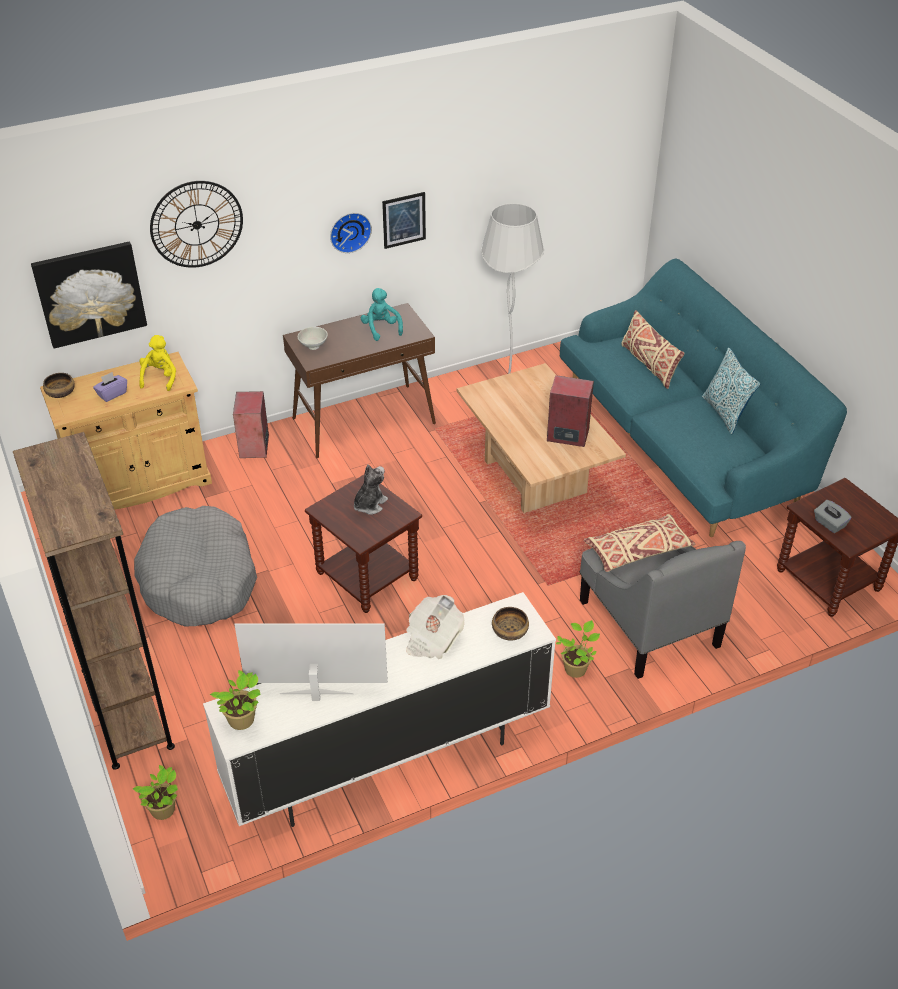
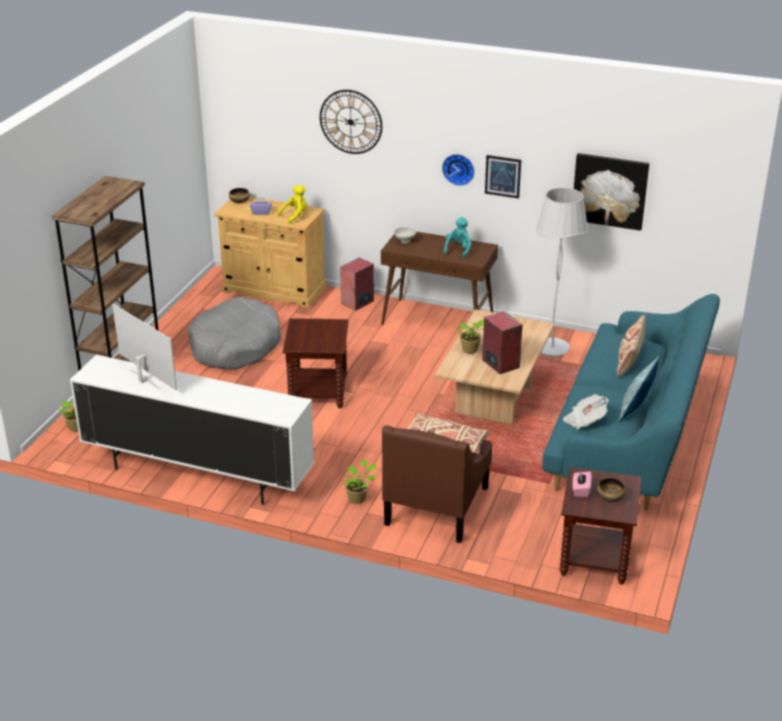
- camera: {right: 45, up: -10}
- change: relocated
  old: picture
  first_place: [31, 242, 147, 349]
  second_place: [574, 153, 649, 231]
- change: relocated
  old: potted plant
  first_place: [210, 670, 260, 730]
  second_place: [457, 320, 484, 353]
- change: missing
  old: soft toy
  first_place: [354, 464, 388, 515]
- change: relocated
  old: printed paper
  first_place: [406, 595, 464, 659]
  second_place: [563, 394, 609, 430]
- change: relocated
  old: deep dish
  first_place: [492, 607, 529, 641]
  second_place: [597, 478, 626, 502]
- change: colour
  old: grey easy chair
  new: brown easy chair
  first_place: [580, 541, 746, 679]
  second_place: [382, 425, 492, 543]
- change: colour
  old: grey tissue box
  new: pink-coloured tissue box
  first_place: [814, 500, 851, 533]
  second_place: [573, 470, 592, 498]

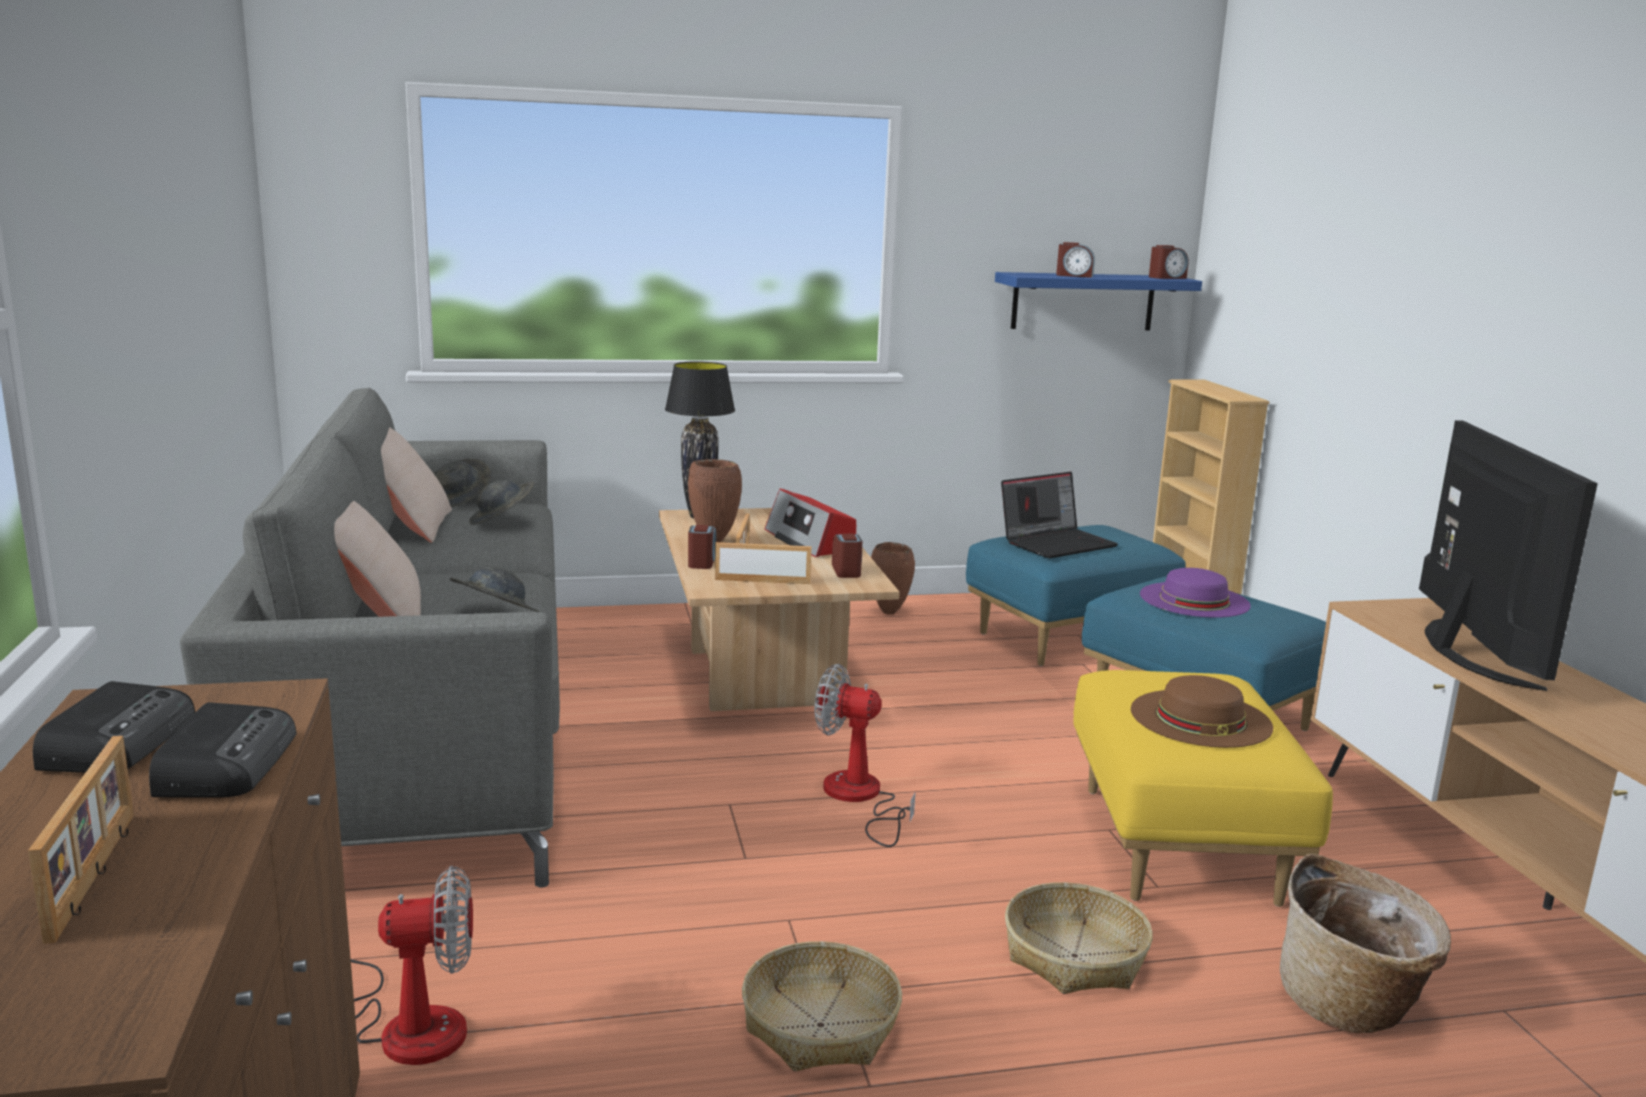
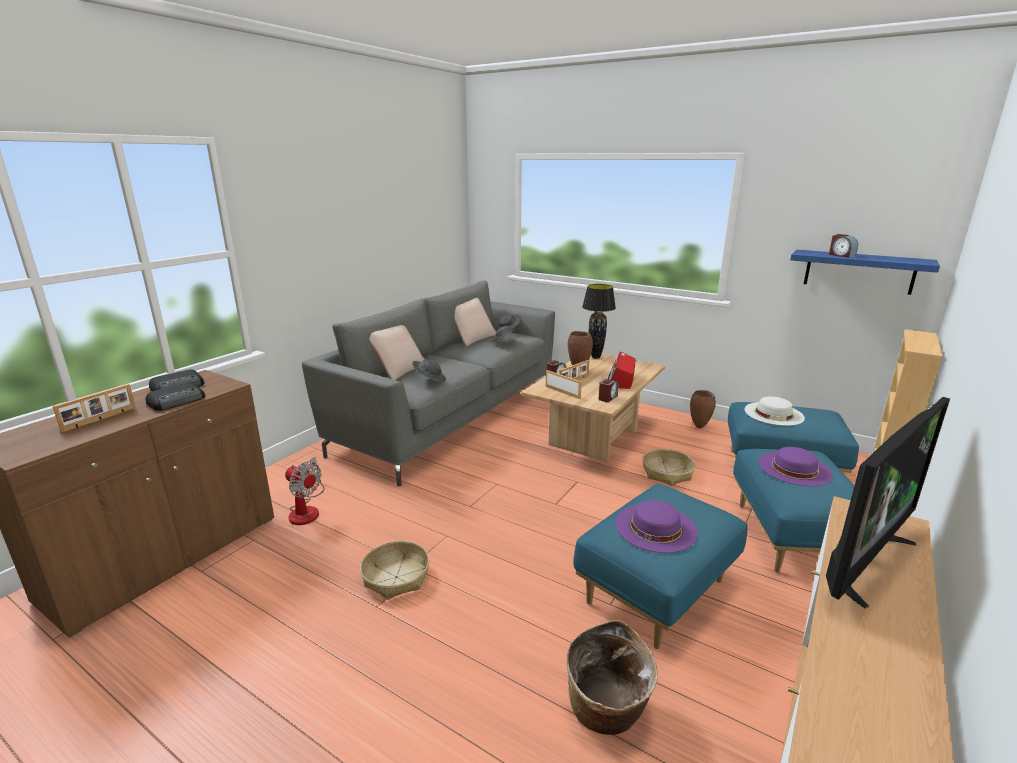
- camera: {right: 45, up: 5}
- change: missing
  old: cooling fan
  first_place: [815, 664, 916, 847]
- change: exchanged
  old: portable computer
  new: whitish clothing hat
  first_place: [1001, 472, 1118, 558]
  second_place: [744, 397, 805, 426]
- change: relocated
  old: storage basket
  first_place: [1005, 882, 1153, 994]
  second_place: [642, 449, 695, 486]
- change: colour
  old: yellowish ottoman
  new: blue-coloured ottoman
  first_place: [1073, 670, 1333, 907]
  second_place: [573, 484, 747, 649]
- change: colour
  old: brown clothing hat
  new: purple-coloured clothing hat
  first_place: [1131, 675, 1273, 748]
  second_place: [616, 500, 698, 553]
- change: missing
  old: alarm clock
  first_place: [1149, 245, 1188, 279]

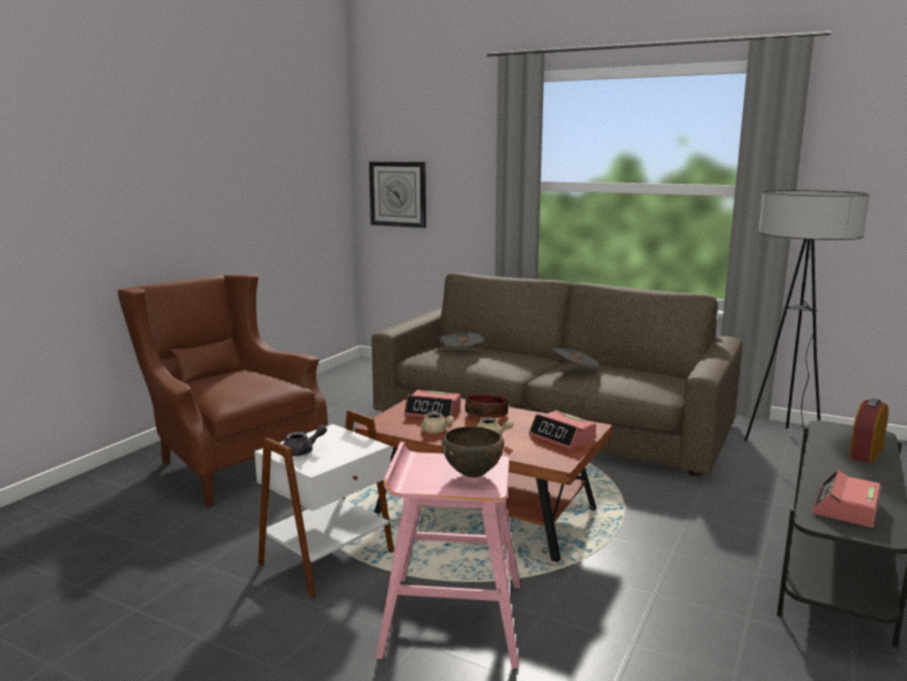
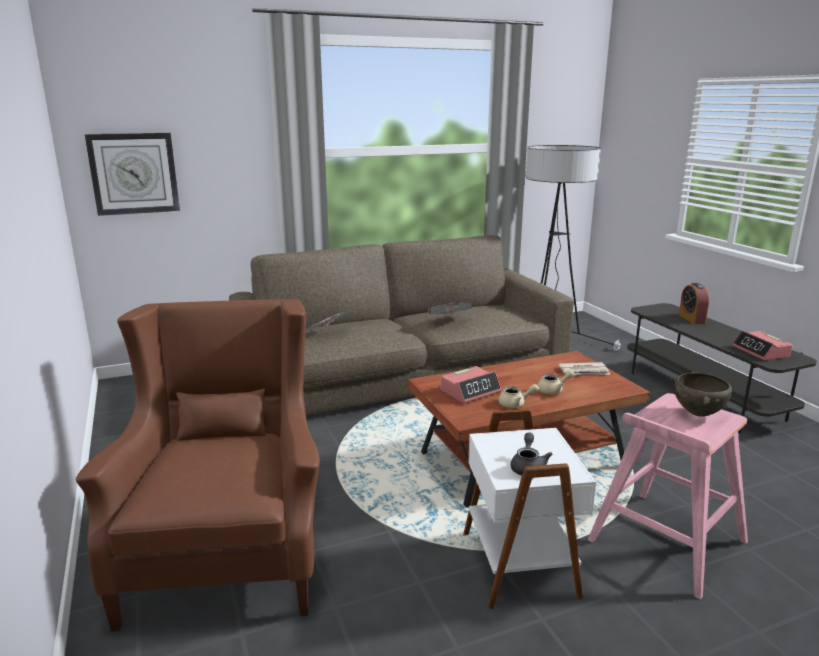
- camera: {right: -50, up: 5}
- change: spun
  old: brown easy chair
  first_place: [118, 274, 328, 507]
  second_place: [76, 299, 320, 632]
  degrees: 90
- change: missing
  old: deep dish
  first_place: [465, 395, 509, 418]
- change: exchanged
  old: alarm clock
  new: printed paper
  first_place: [529, 410, 596, 450]
  second_place: [558, 362, 610, 375]

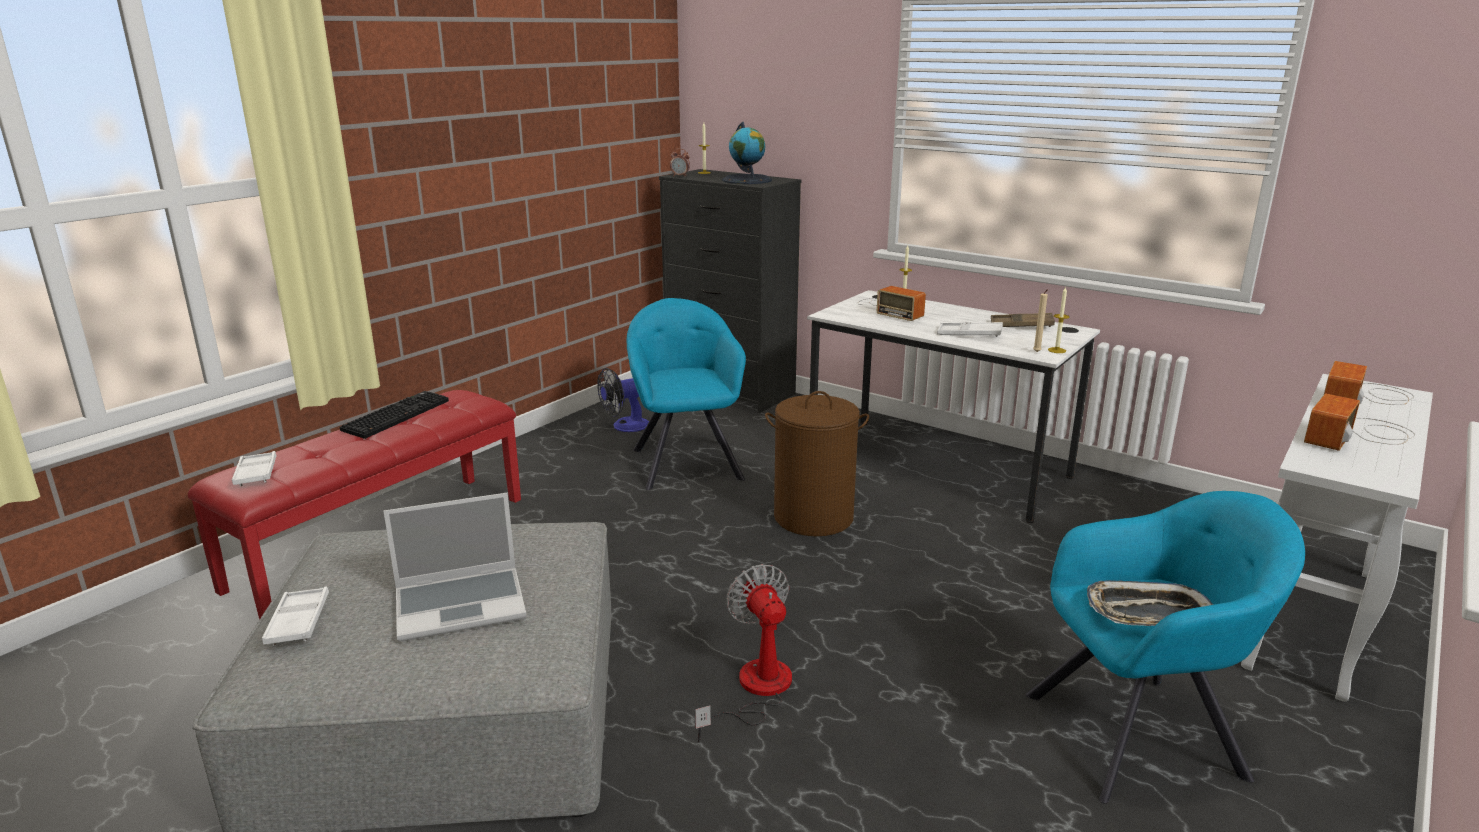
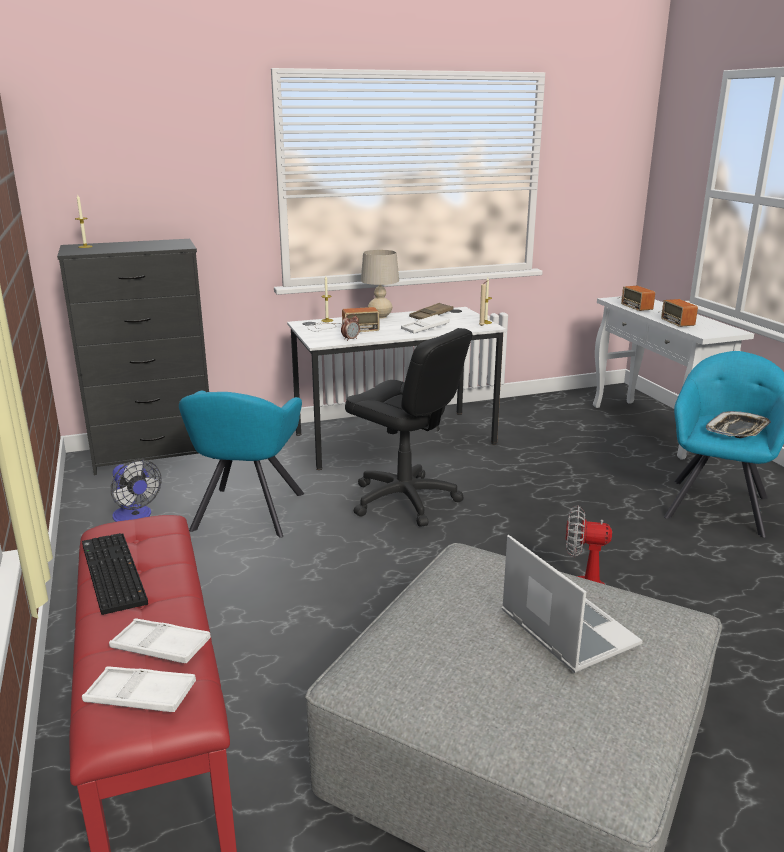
- camera: {right: -55, up: 0}
- change: relocated
  old: whitish carrying tray
  first_place: [262, 586, 329, 646]
  second_place: [109, 619, 211, 663]
- change: spun
  old: portable computer
  first_place: [384, 493, 526, 641]
  second_place: [502, 535, 643, 673]
  degrees: -45
- change: spun
  old: cooling fan
  first_place: [597, 368, 649, 432]
  second_place: [111, 459, 162, 522]
  degrees: -45
- change: spun
  old: turquoise-coloured easy chair
  first_place: [626, 298, 746, 490]
  second_place: [179, 391, 304, 538]
  degrees: -105
- change: relocated
  old: alarm clock
  first_place: [670, 149, 690, 177]
  second_place: [341, 313, 360, 341]
- change: missing
  old: desk globe
  first_place: [722, 122, 772, 184]
- change: exchanged
  old: brown hamper
  new: black office chair
  first_place: [765, 391, 869, 536]
  second_place: [345, 328, 472, 527]
- change: appeared
  new: beige tabletop lamp
  second_place: [361, 250, 399, 318]

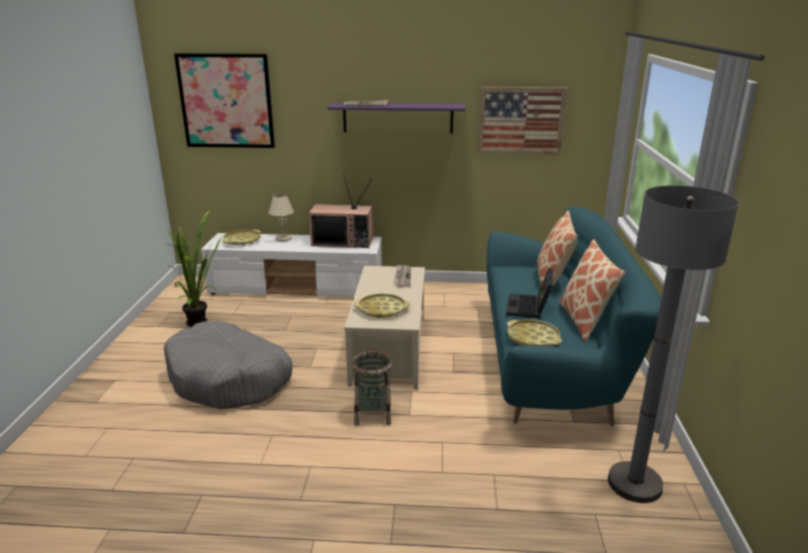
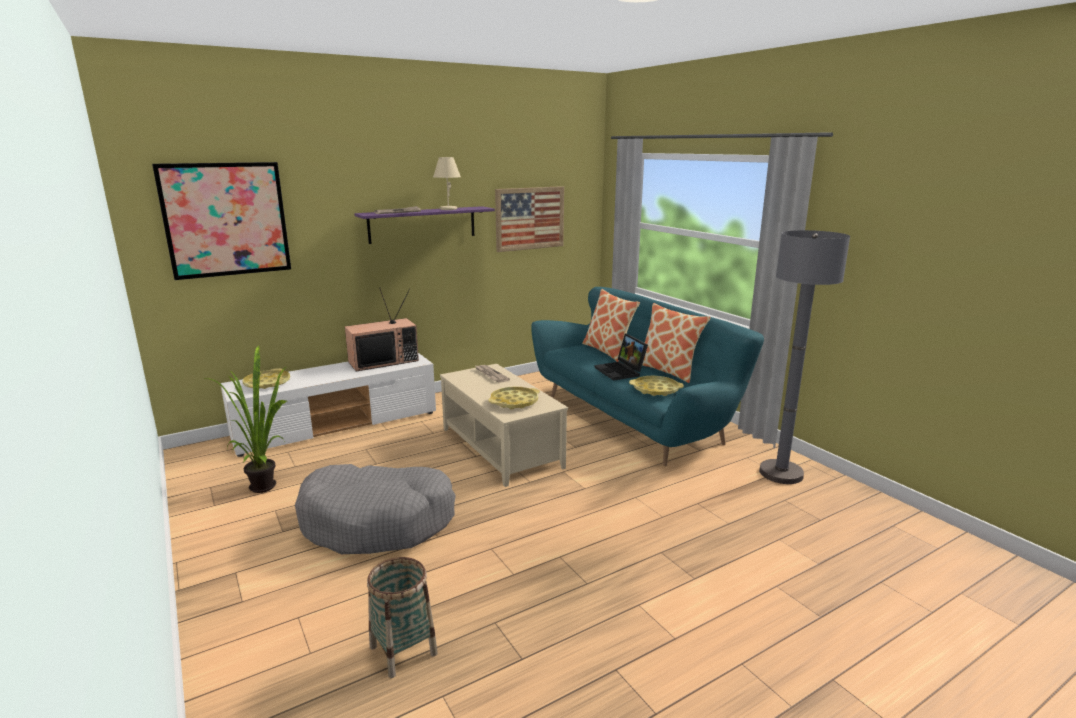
- camera: {right: -35, up: -5}
- change: relocated
  old: beige tabletop lamp
  first_place: [268, 193, 294, 241]
  second_place: [433, 157, 461, 210]
- change: relocated
  old: storage basket
  first_place: [351, 350, 392, 426]
  second_place: [367, 557, 438, 678]

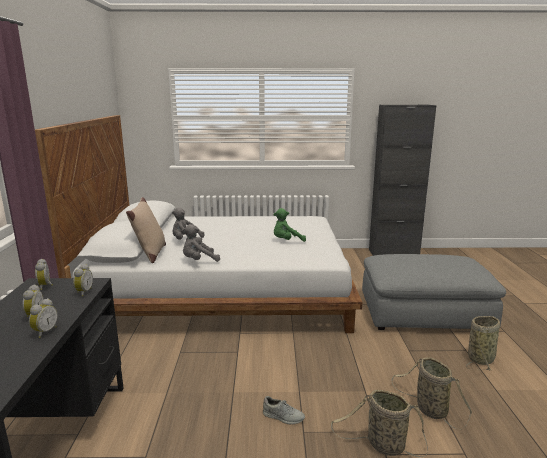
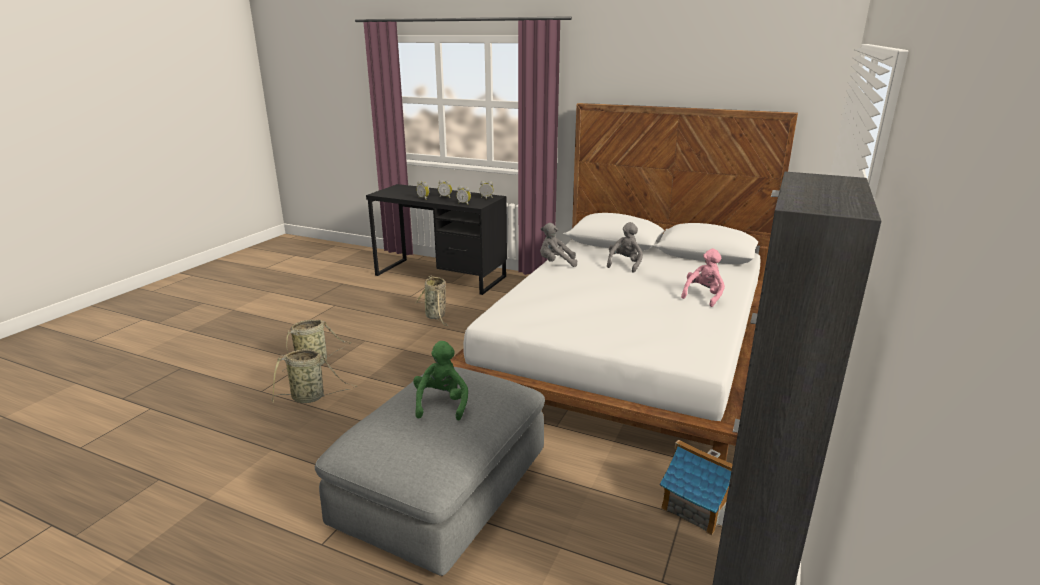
- camera: {right: 115, up: 5}
- change: missing
  old: beige cushion
  first_place: [126, 197, 166, 263]
- change: spun
  old: grey soft toy
  first_place: [182, 224, 220, 262]
  second_place: [540, 223, 577, 267]
  degrees: -90
- change: missing
  old: grey item of footwear
  first_place: [263, 396, 305, 425]
- change: relocated
  old: greenish soft toy
  first_place: [273, 208, 306, 242]
  second_place: [413, 341, 468, 420]
- change: relocated
  old: storage basket
  first_place: [466, 316, 500, 370]
  second_place: [416, 276, 448, 326]
- change: appeared
  new: model house
  second_place: [660, 440, 733, 535]
- change: appeared
  new: pink-coloured soft toy
  second_place: [681, 249, 725, 307]

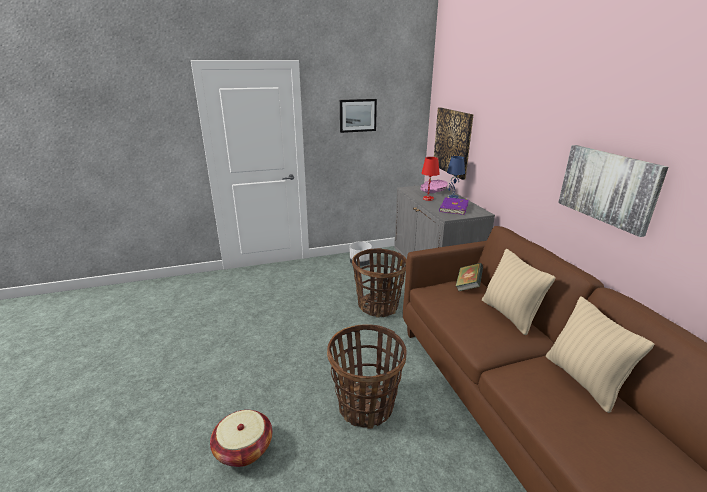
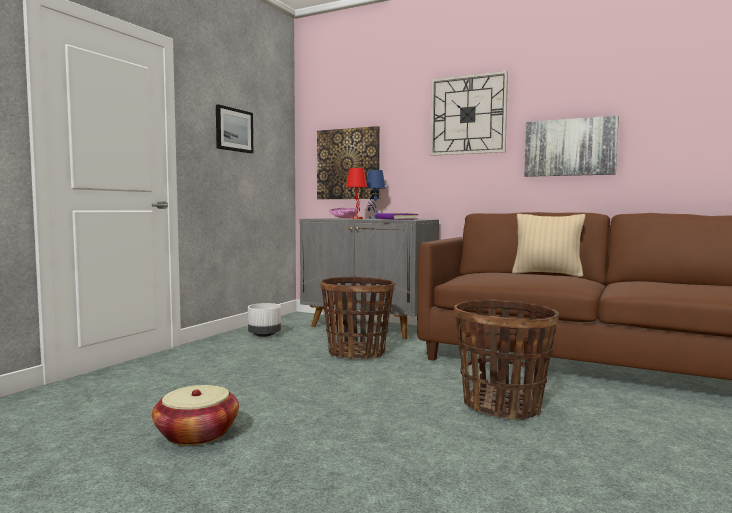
- camera: {right: -45, up: -20}
- change: relocated
  old: storage basket
  first_place: [210, 410, 272, 467]
  second_place: [152, 385, 239, 446]
- change: missing
  old: book
  first_place: [455, 263, 483, 292]
- change: missing
  old: beige cushion
  first_place: [545, 296, 654, 413]
- change: appeared
  new: wall clock
  second_place: [430, 71, 508, 156]

